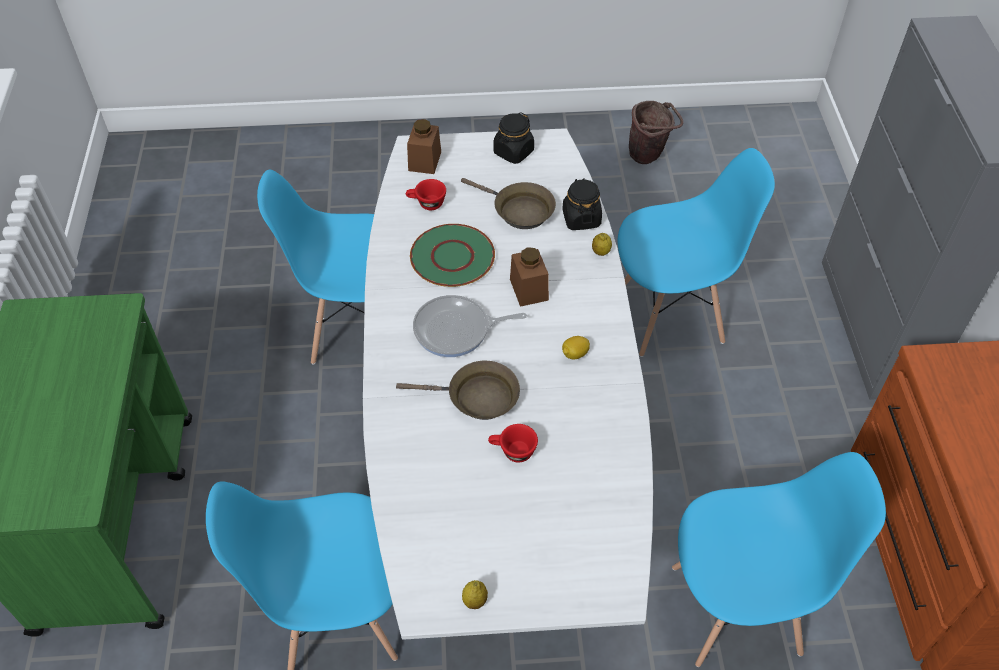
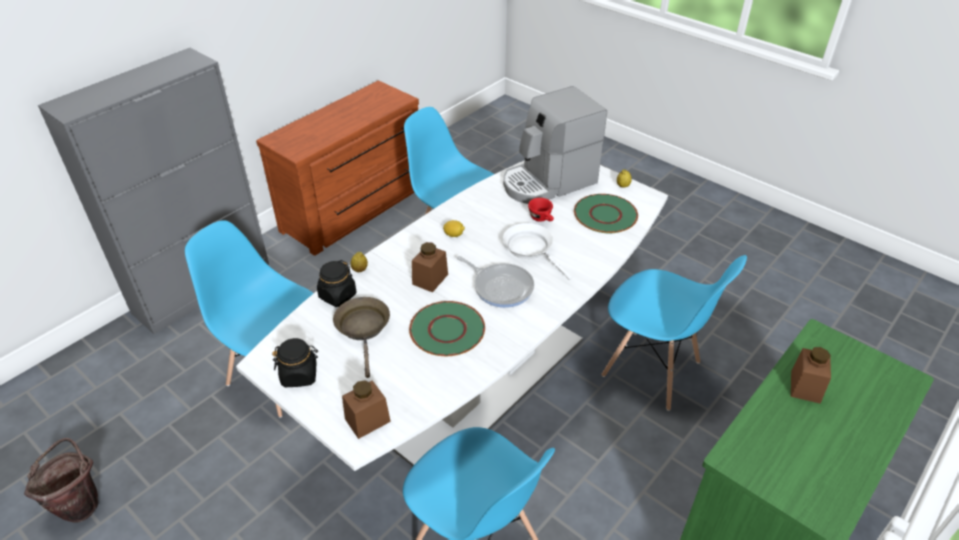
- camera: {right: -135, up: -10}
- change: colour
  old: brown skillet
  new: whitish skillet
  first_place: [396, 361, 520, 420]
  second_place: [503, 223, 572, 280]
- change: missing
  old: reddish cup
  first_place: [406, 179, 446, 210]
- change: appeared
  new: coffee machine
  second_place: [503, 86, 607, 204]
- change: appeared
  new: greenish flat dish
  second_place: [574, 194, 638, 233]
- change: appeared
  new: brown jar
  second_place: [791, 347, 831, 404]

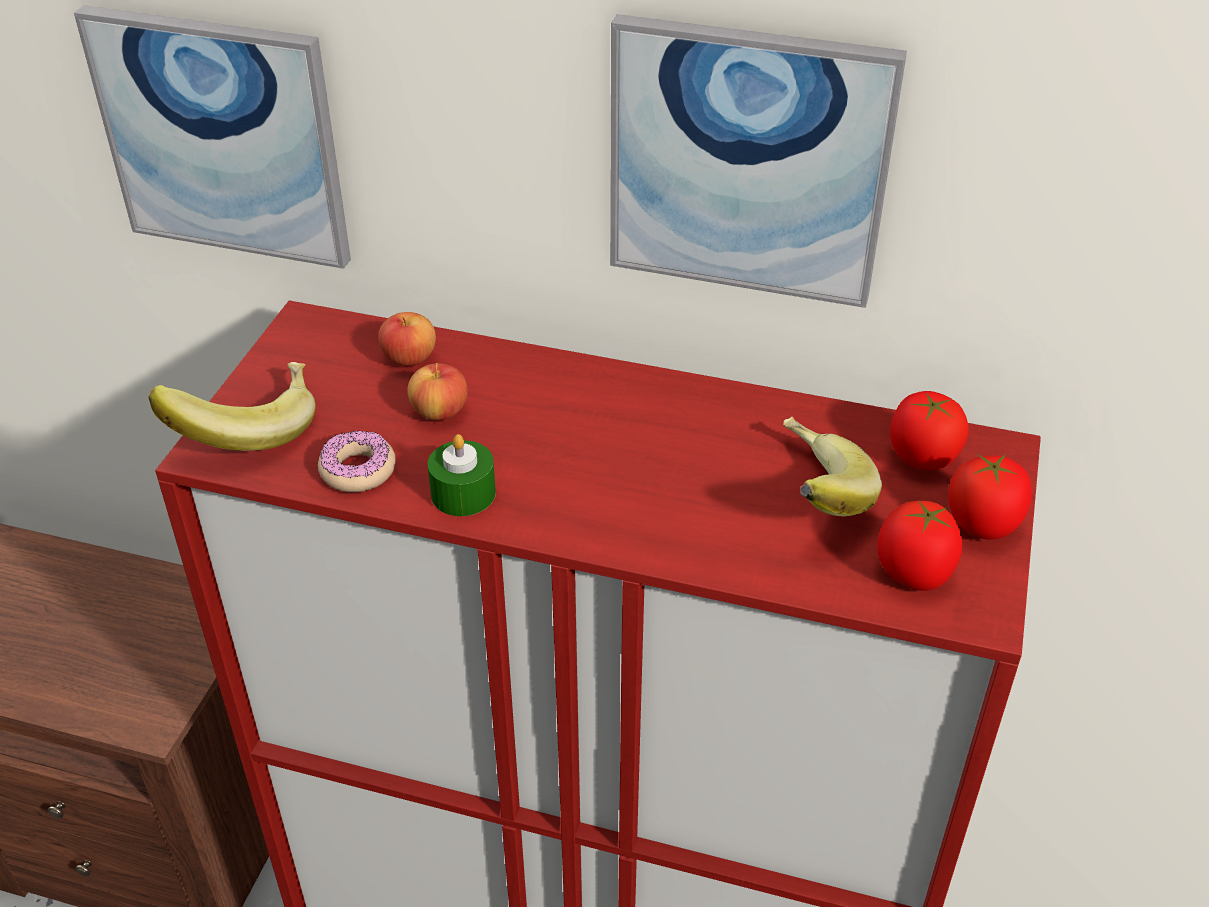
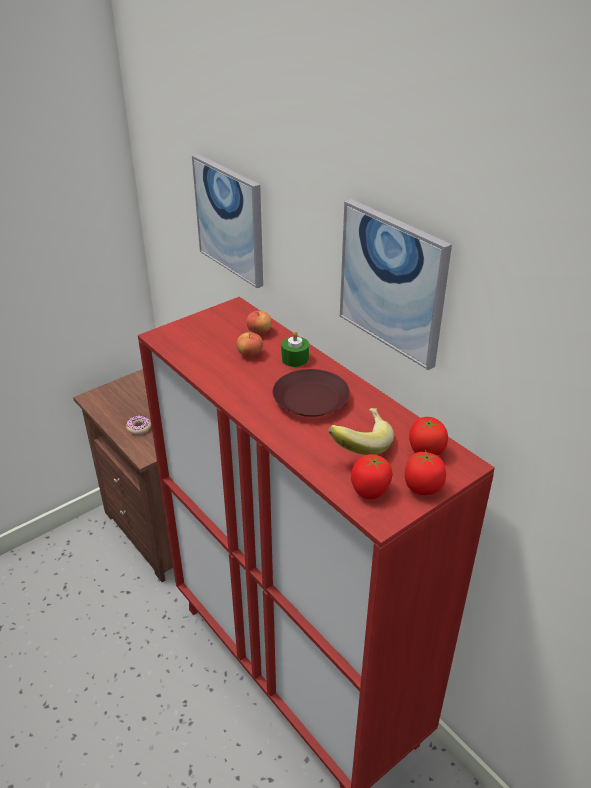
- camera: {right: 35, up: -5}
- change: missing
  old: banana
  first_place: [149, 362, 316, 451]
- change: relocated
  old: donut
  first_place: [318, 431, 396, 492]
  second_place: [126, 415, 151, 435]
- change: relocated
  old: greenish candle
  first_place: [427, 434, 496, 516]
  second_place: [281, 331, 309, 367]
- change: appeared
  new: brown flat dish
  second_place: [273, 369, 350, 417]

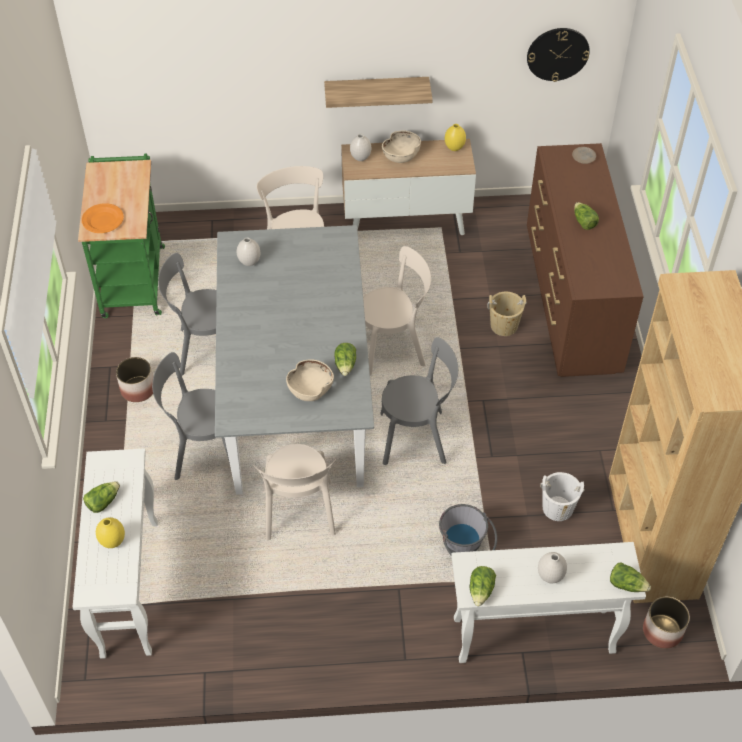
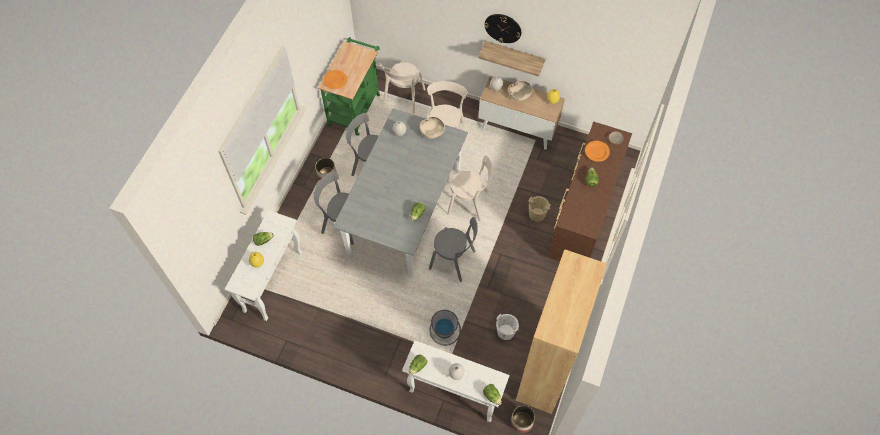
- camera: {right: 25, up: 10}
- change: relocated
  old: beige upright chair
  first_place: [253, 444, 336, 540]
  second_place: [380, 62, 426, 113]
- change: relocated
  old: beige deep dish
  first_place: [286, 359, 334, 401]
  second_place: [420, 117, 445, 139]
- change: relocated
  old: wall clock
  first_place: [527, 28, 590, 82]
  second_place: [484, 14, 521, 43]
- change: appeared
  new: orangey flat dish
  second_place: [585, 141, 610, 162]

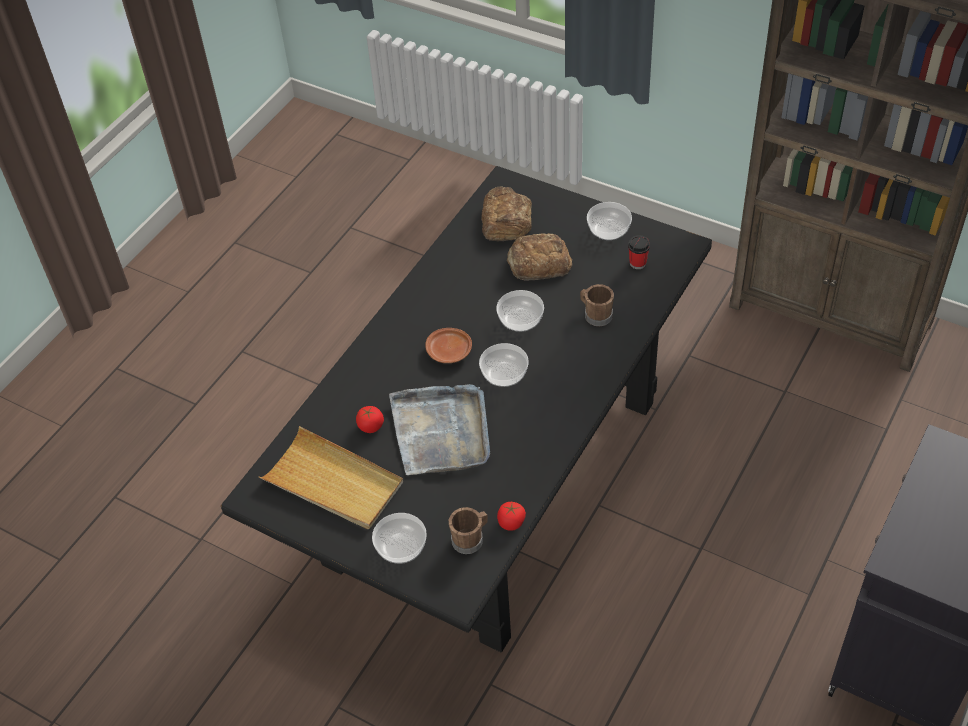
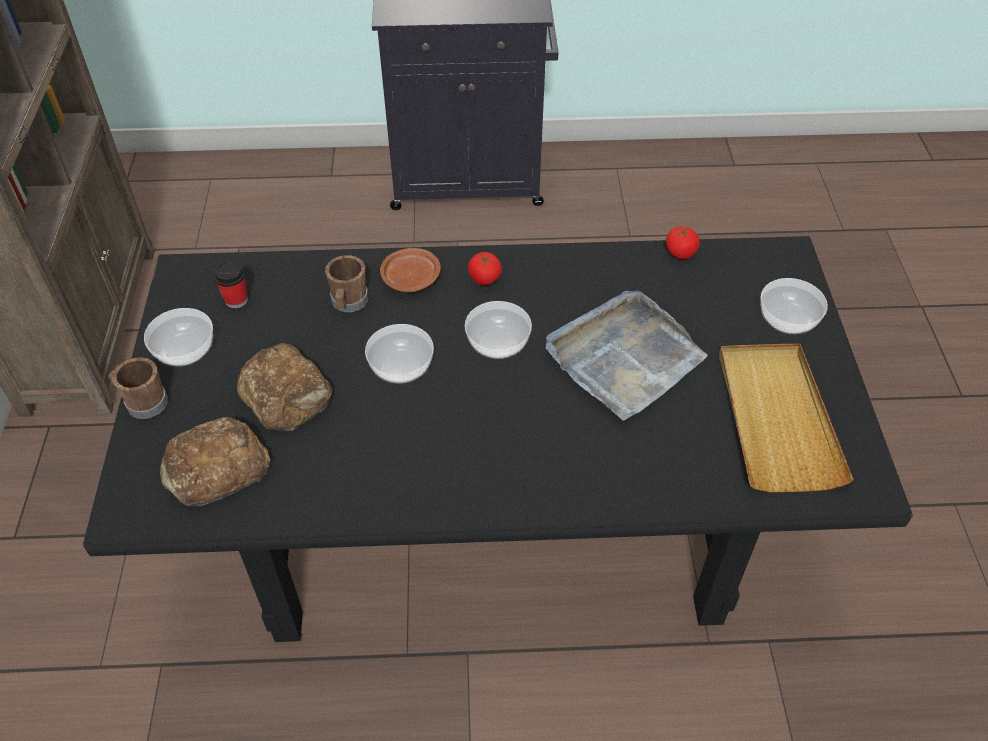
- camera: {right: -125, up: 0}
- change: relocated
  old: whole tomato
  first_place: [356, 406, 384, 433]
  second_place: [468, 252, 502, 285]
- change: relocated
  old: brown flat dish
  first_place: [425, 328, 472, 363]
  second_place: [380, 248, 441, 292]
- change: relocated
  old: brown mug
  first_place: [449, 507, 487, 554]
  second_place: [108, 357, 168, 419]

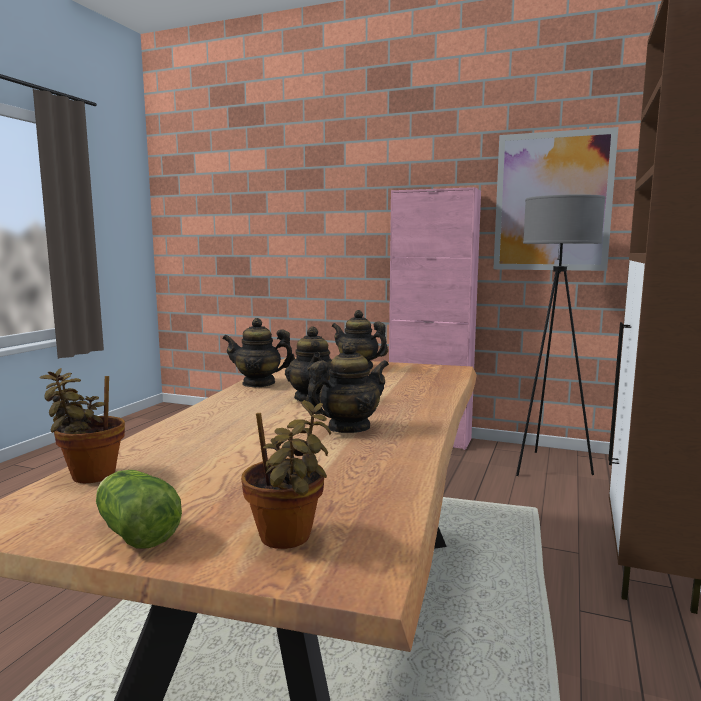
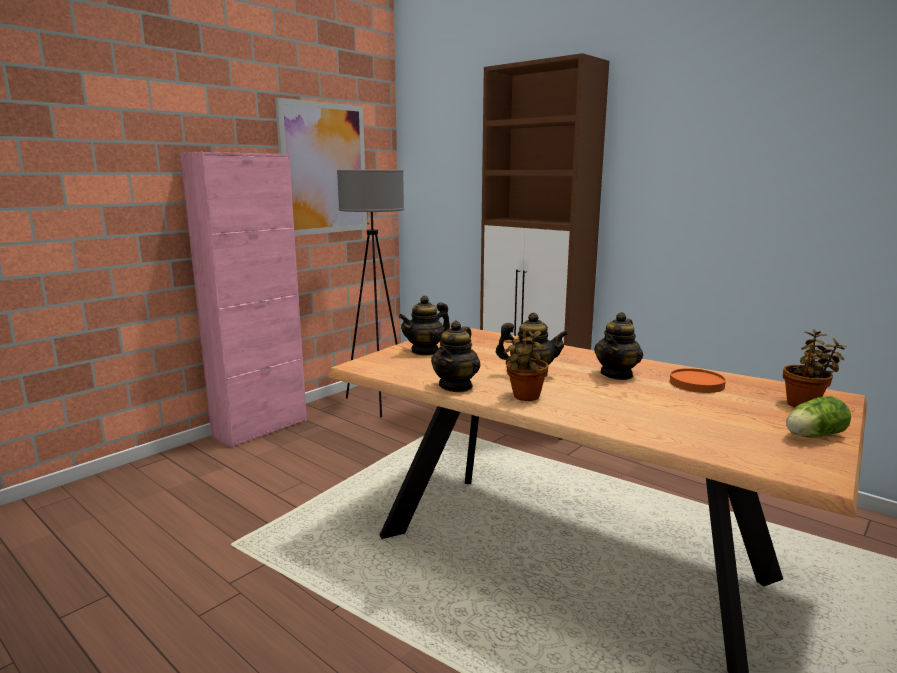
- camera: {right: -70, up: 5}
- change: relocated
  old: potted plant
  first_place: [40, 368, 125, 483]
  second_place: [503, 331, 549, 401]
- change: spun
  old: teapot
  first_place: [306, 342, 389, 433]
  second_place: [594, 312, 643, 380]
  degrees: -135
- change: appeared
  new: orangey flat dish
  second_place: [670, 368, 726, 393]

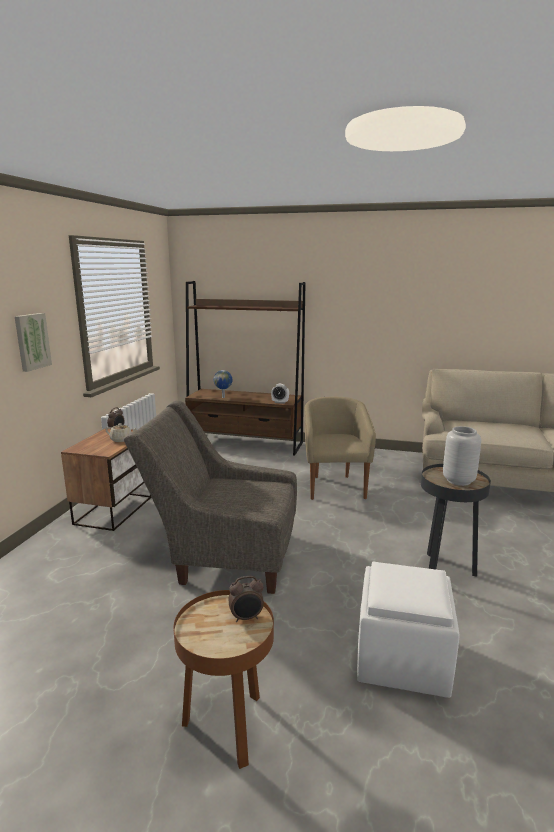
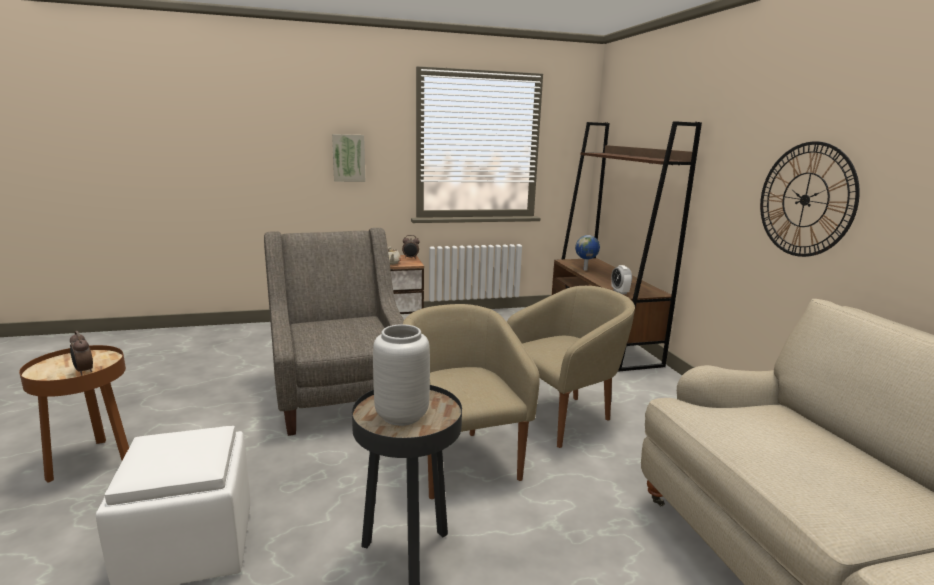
- camera: {right: 60, up: 0}
- change: appeared
  new: beige easy chair
  second_place: [403, 304, 540, 499]
- change: appeared
  new: wall clock
  second_place: [760, 141, 860, 257]

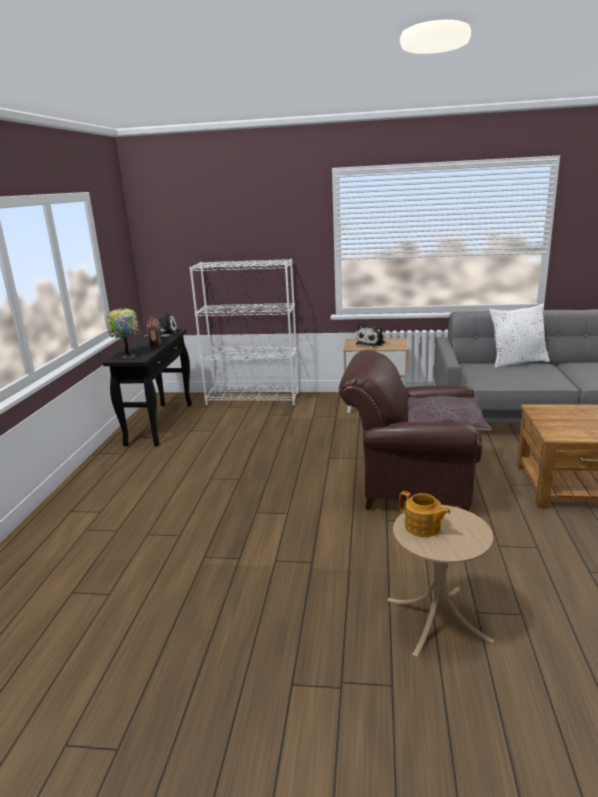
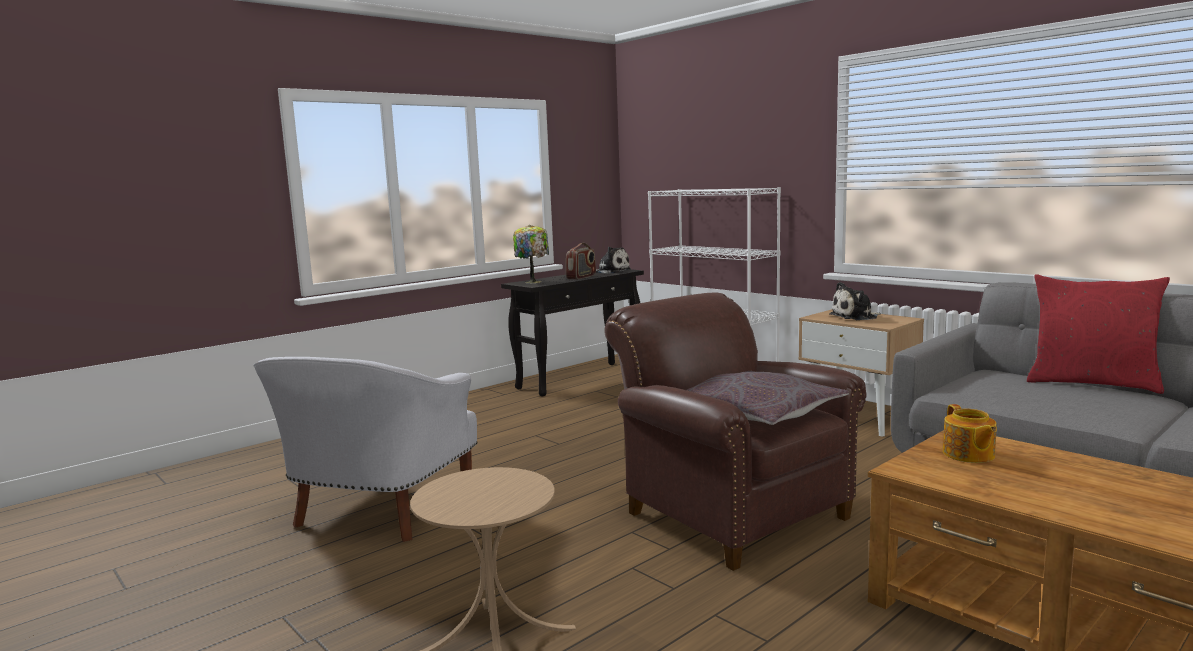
- camera: {right: 40, up: -10}
- change: relocated
  old: teapot
  first_place: [399, 491, 451, 537]
  second_place: [943, 404, 997, 463]
- change: colour
  old: whitish cushion
  new: reddish cushion
  first_place: [489, 304, 550, 368]
  second_place: [1027, 274, 1170, 394]
- change: appeared
  new: whitish easy chair
  second_place: [254, 357, 477, 542]

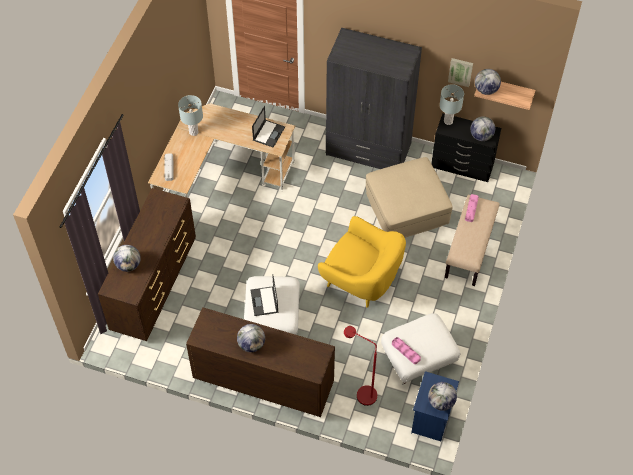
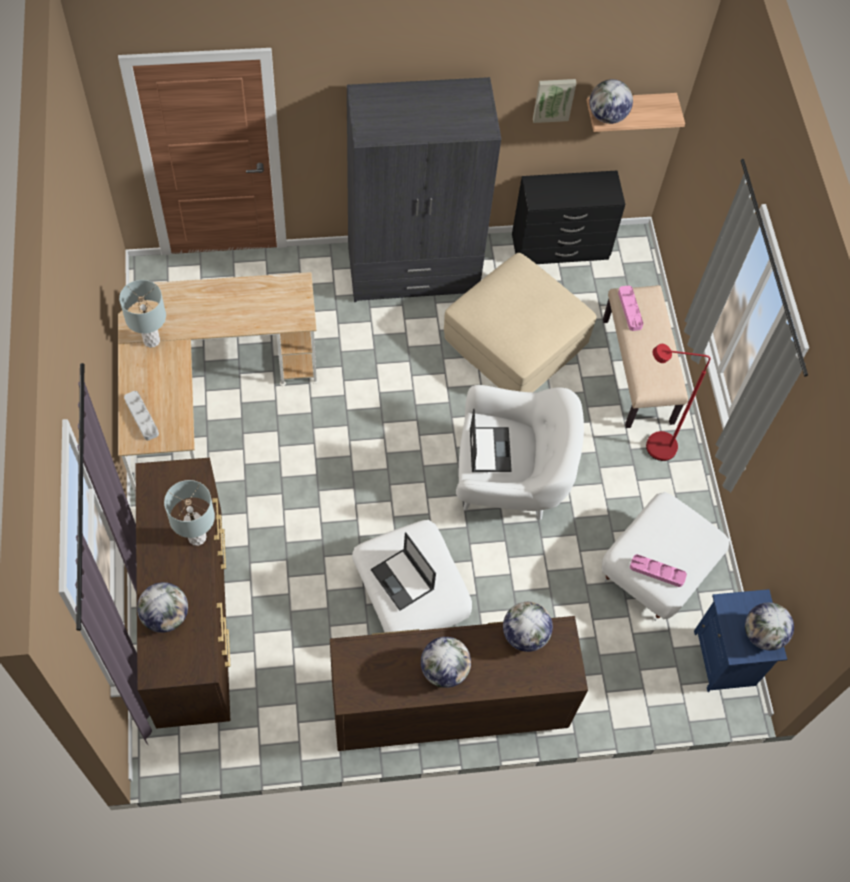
- camera: {right: -30, up: 5}
- change: relocated
  old: portable computer
  first_place: [252, 106, 285, 148]
  second_place: [470, 409, 512, 472]
- change: colour
  old: yellowish easy chair
  new: whitish easy chair
  first_place: [318, 216, 406, 308]
  second_place: [456, 385, 584, 520]
- change: relocated
  old: reddish standard lamp
  first_place: [344, 326, 377, 406]
  second_place: [646, 344, 711, 461]
- change: relocated
  old: grey tabletop lamp
  first_place: [439, 84, 464, 125]
  second_place: [164, 480, 215, 546]
- change: relocated
  old: desk globe
  first_place: [471, 116, 495, 141]
  second_place: [503, 602, 553, 652]

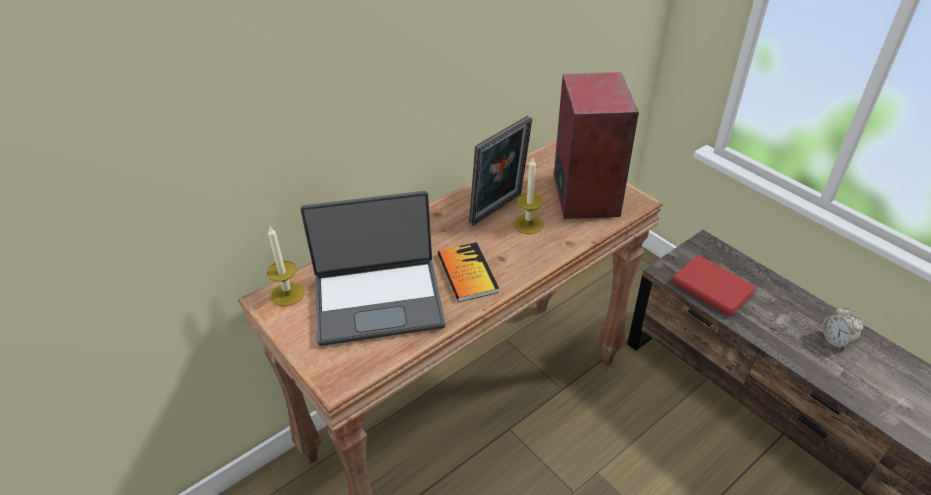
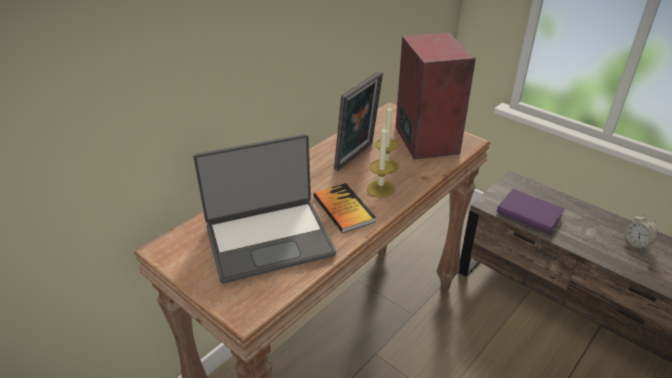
- camera: {right: -10, up: -5}
- change: relocated
  old: candle
  first_place: [267, 226, 305, 307]
  second_place: [367, 124, 394, 198]
- change: colour
  old: reddish book
  new: purple-coloured book
  first_place: [673, 255, 756, 317]
  second_place: [497, 189, 565, 234]

